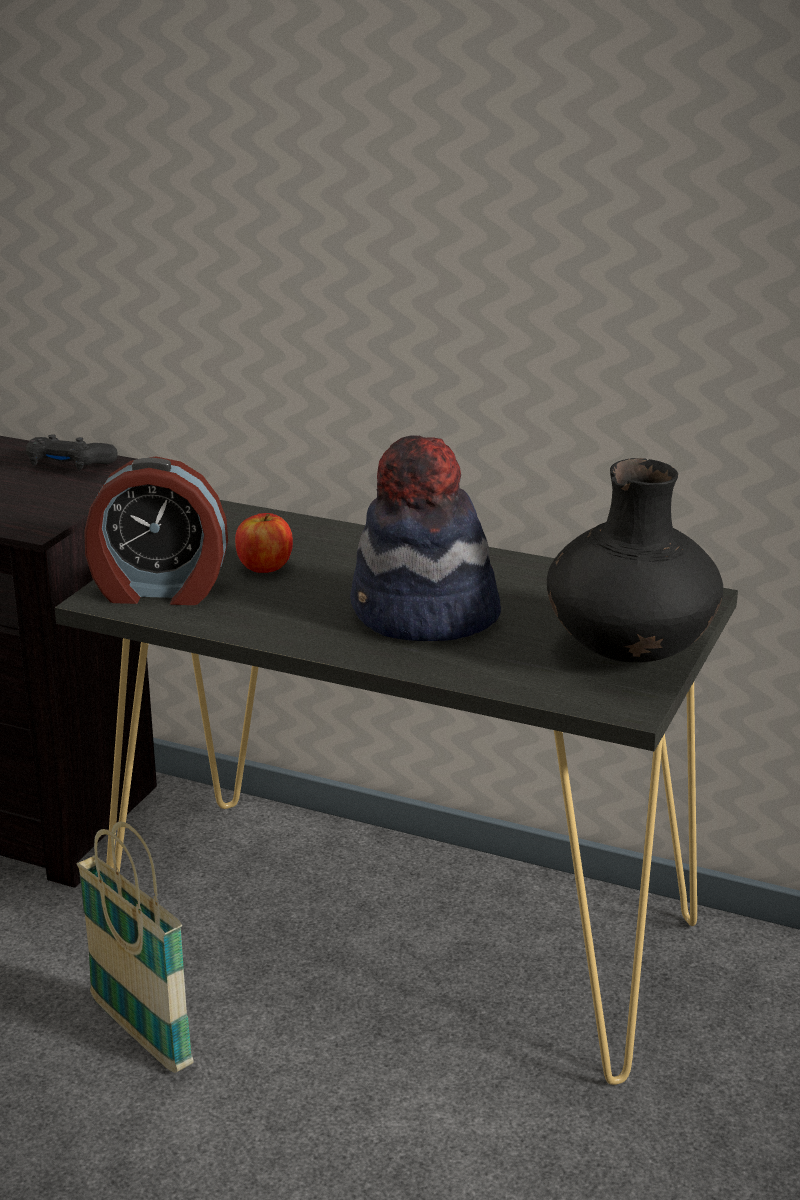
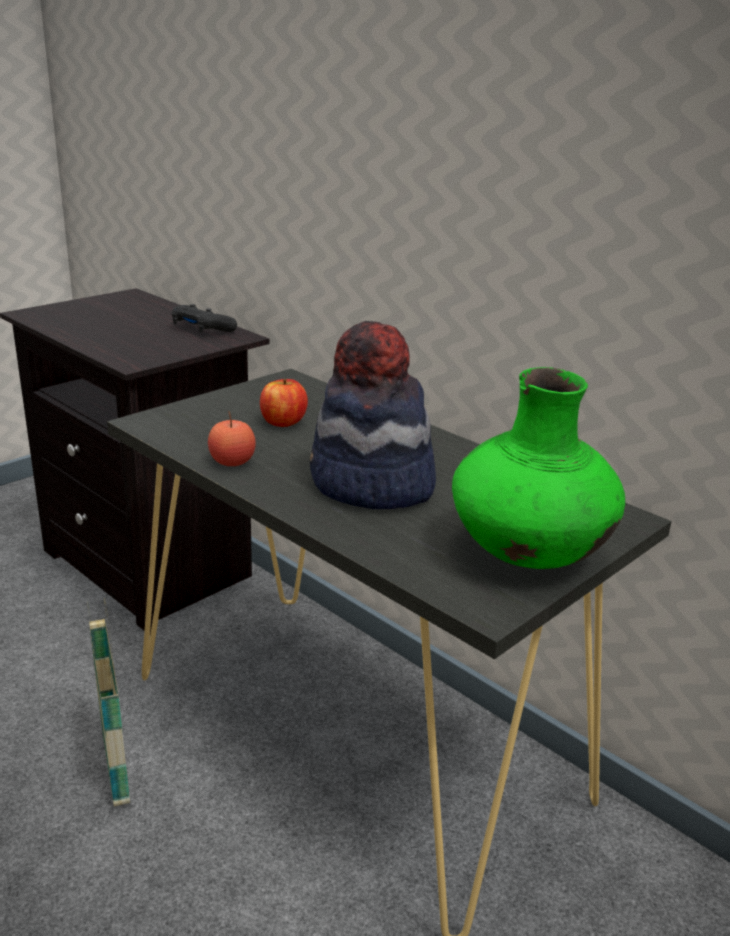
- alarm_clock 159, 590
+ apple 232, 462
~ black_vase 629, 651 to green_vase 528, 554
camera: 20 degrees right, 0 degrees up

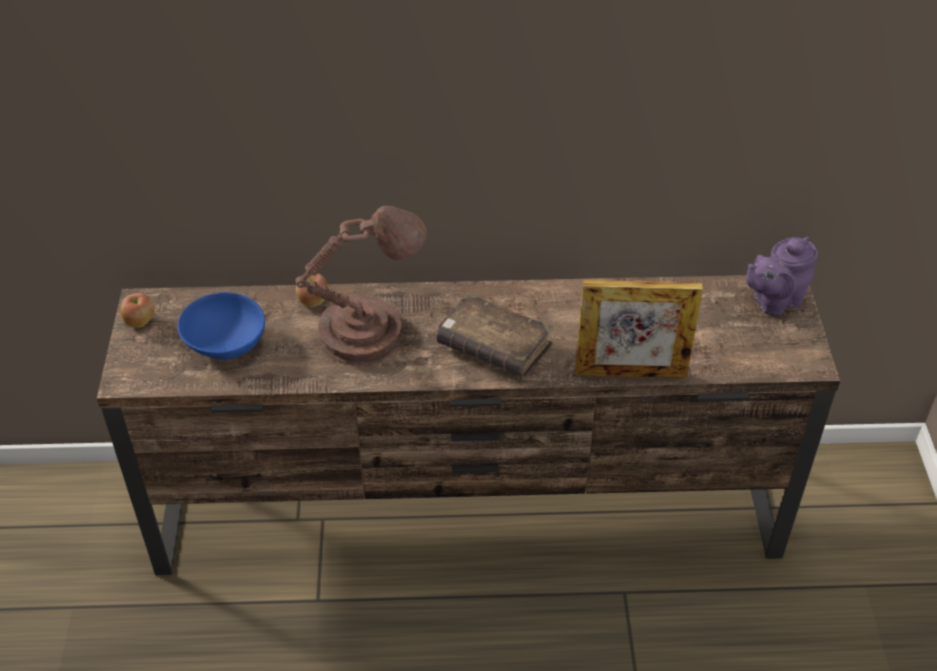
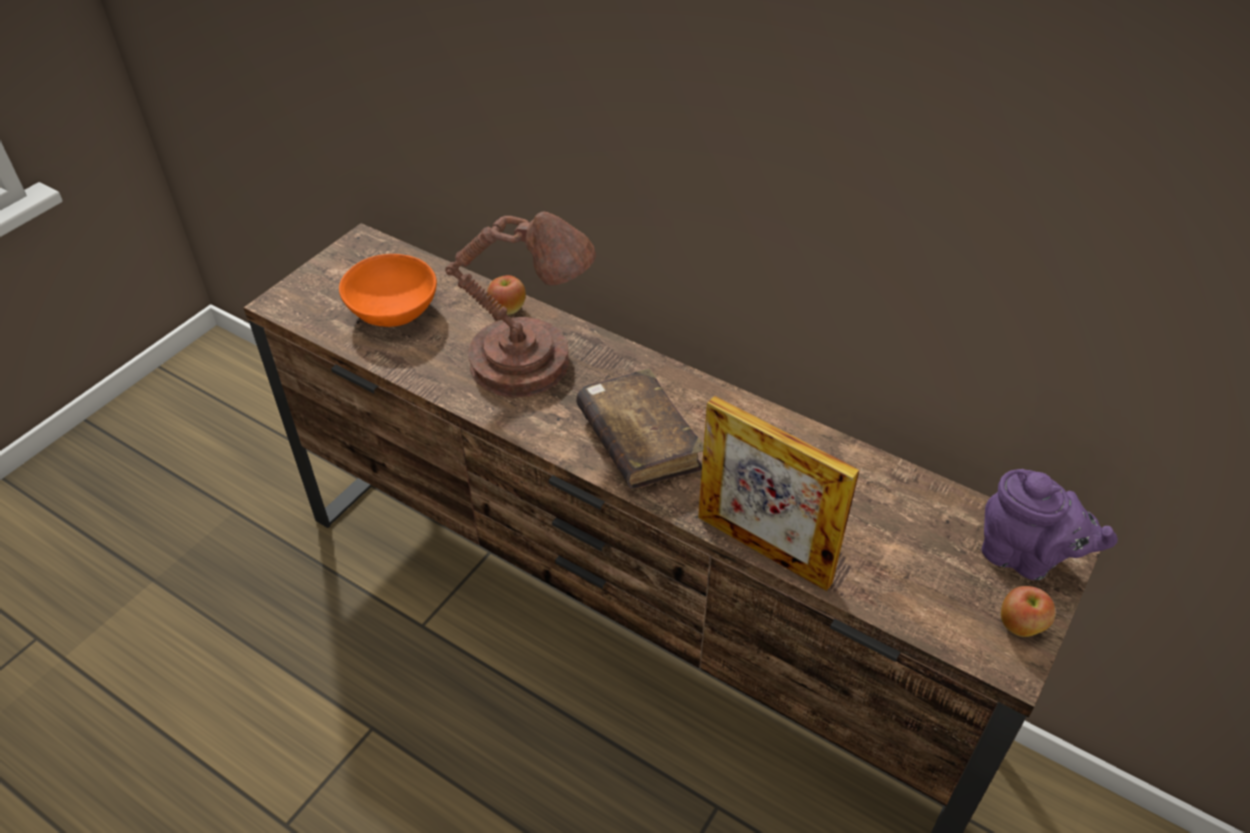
~ apple 140, 322 to 1020, 626
~ blue_bowl 226, 342 to orange_bowl 394, 310
~ purple_teapot 773, 301 = 1026, 558 150 degrees counterclockwise
camera: 35 degrees right, 0 degrees up

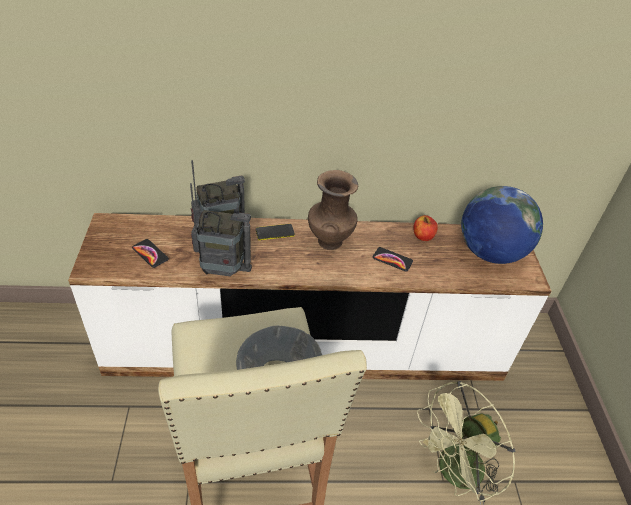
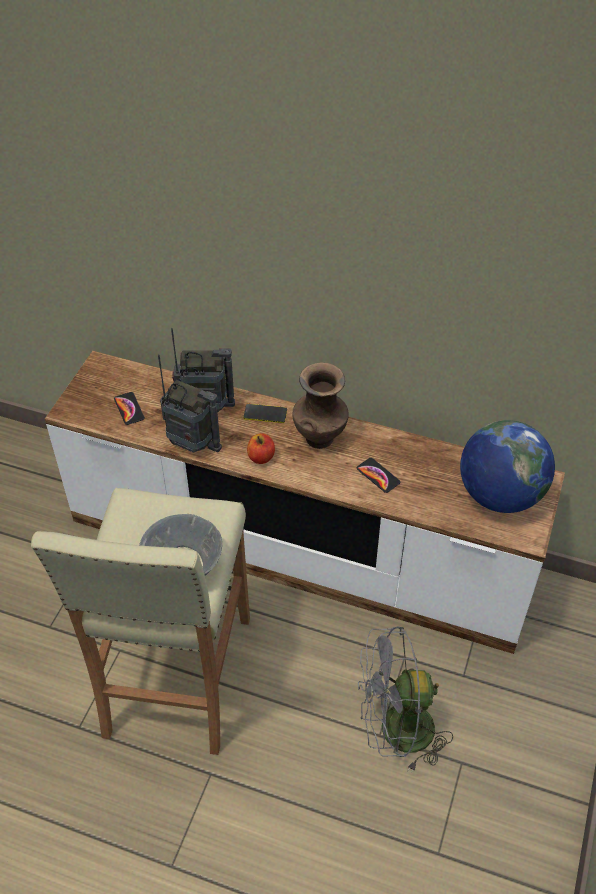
~ apple 423, 236 to 261, 457
~ green_fan 453, 473 to grey_fan 395, 732
camera: 25 degrees right, 5 degrees up

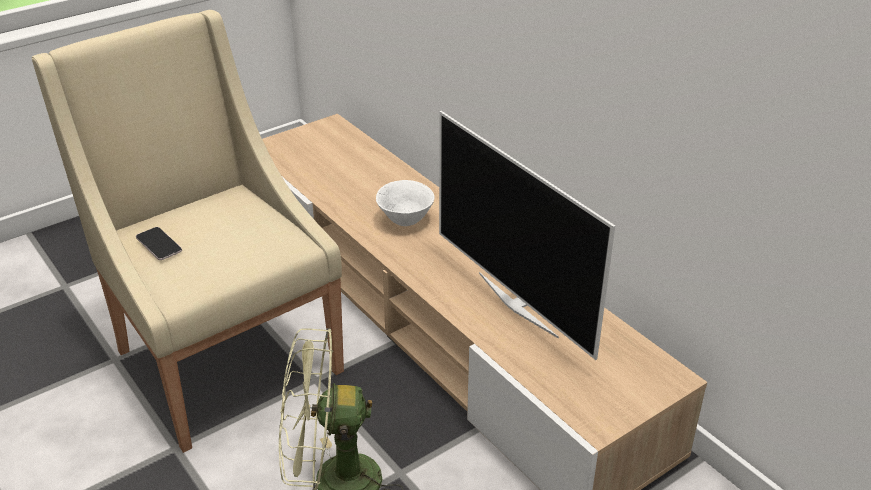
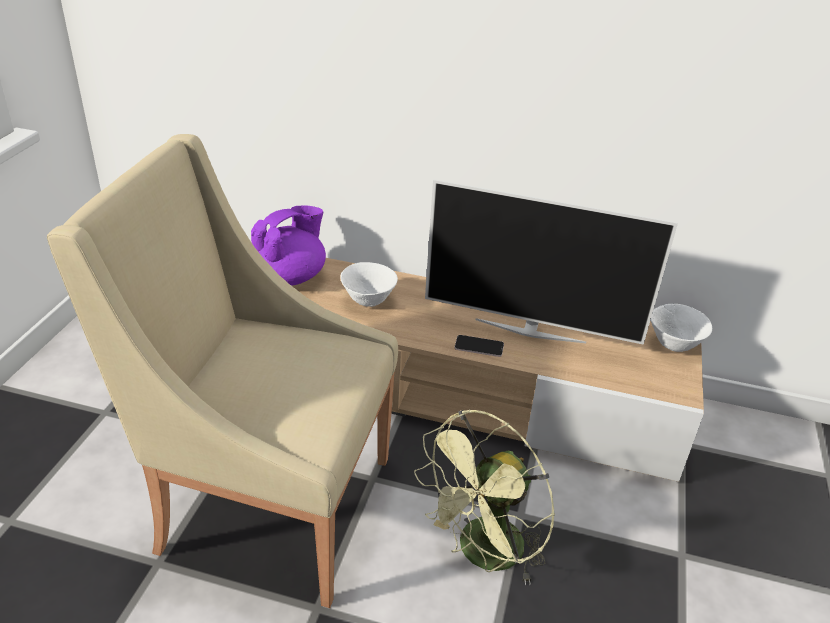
+ purple_teapot 290, 277
+ white_bowl 674, 345
~ phone 159, 244 to 479, 346
camera: 40 degrees left, 0 degrees up

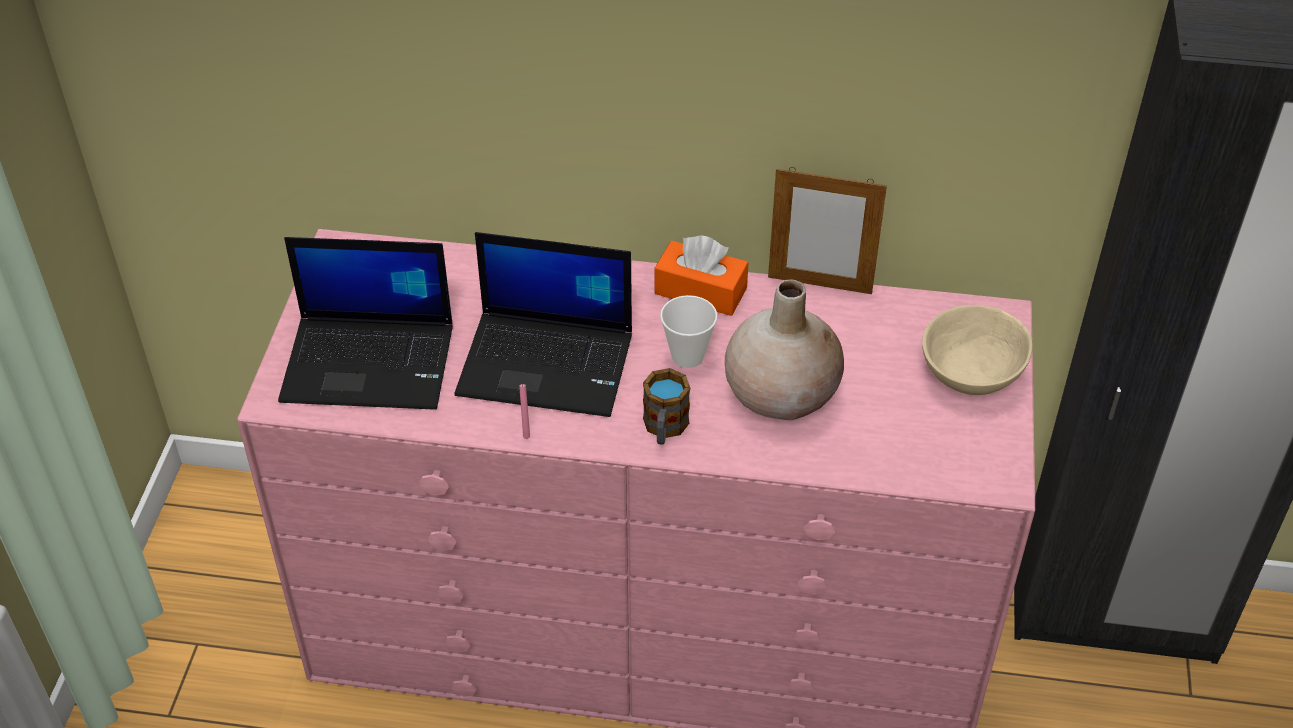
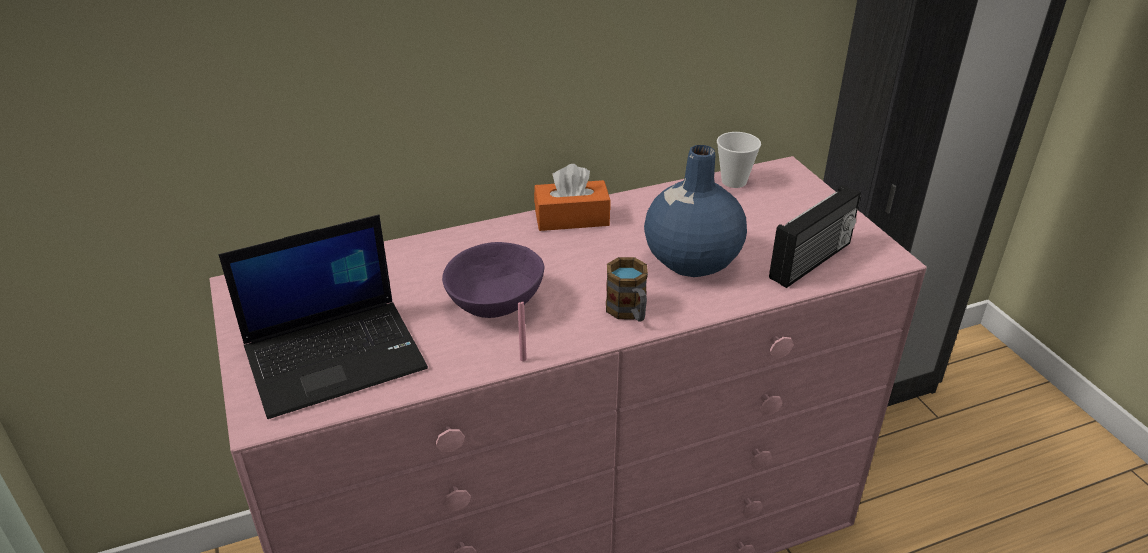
- picture_frame 819, 285
- beige_bowl 971, 372
+ radio 812, 261
~ cup 687, 356 to 734, 181
~ laptop 548, 363 to purple_bowl 496, 302
~ beige_vase 781, 393 to blue_vase 691, 259
camera: 30 degrees left, 10 degrees down

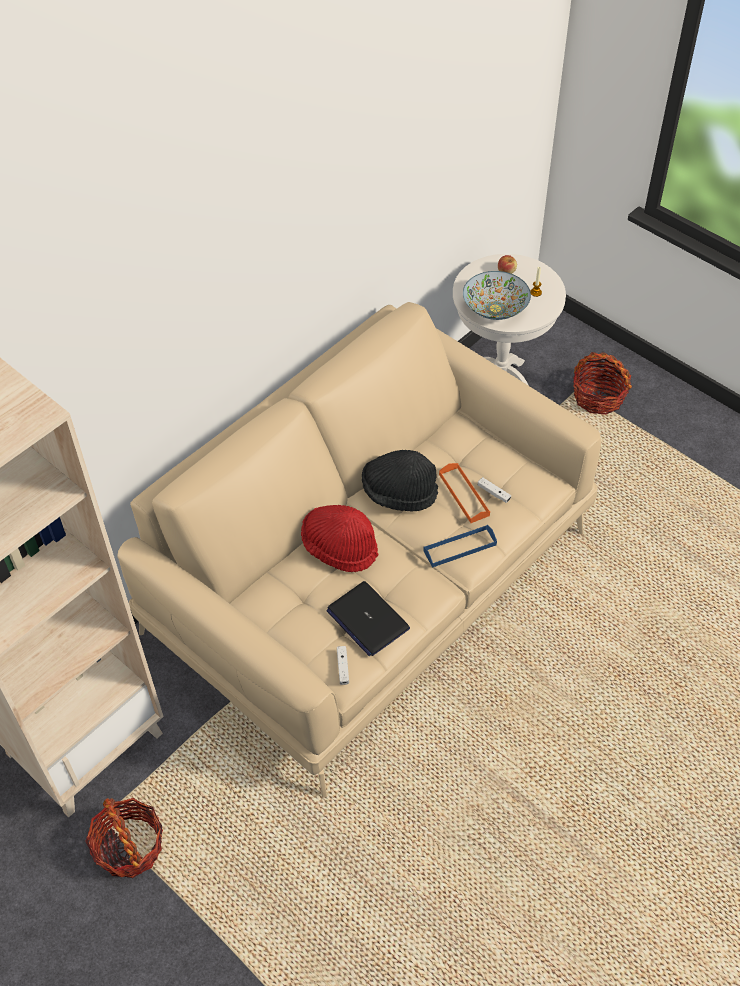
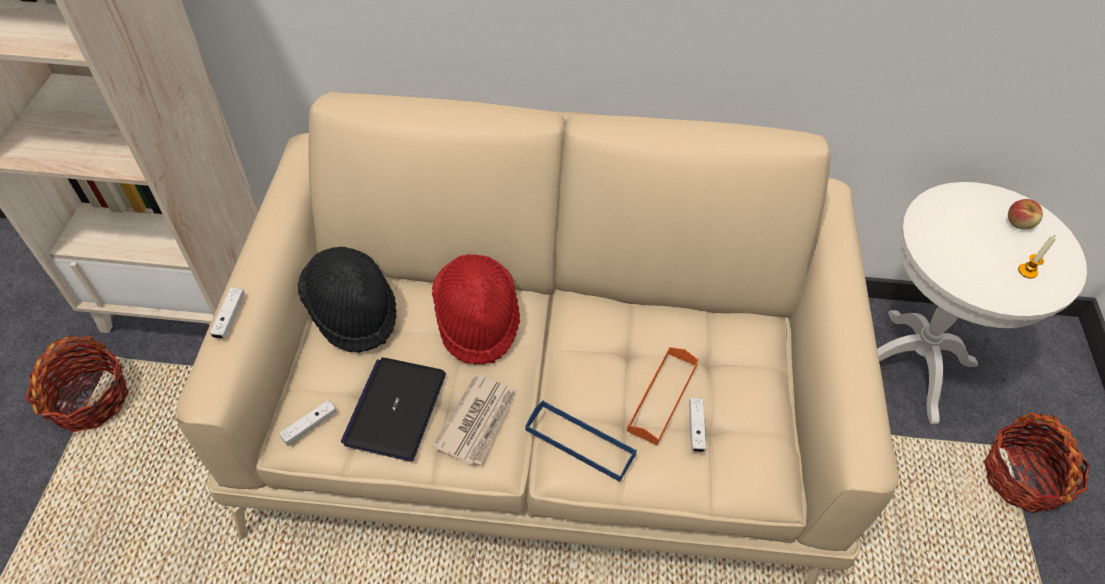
- bowl 495, 309
+ white_game_controller 230, 317
+ newspaper 478, 421
~ black_hat 399, 493 to 352, 311
camera: 50 degrees right, 0 degrees up

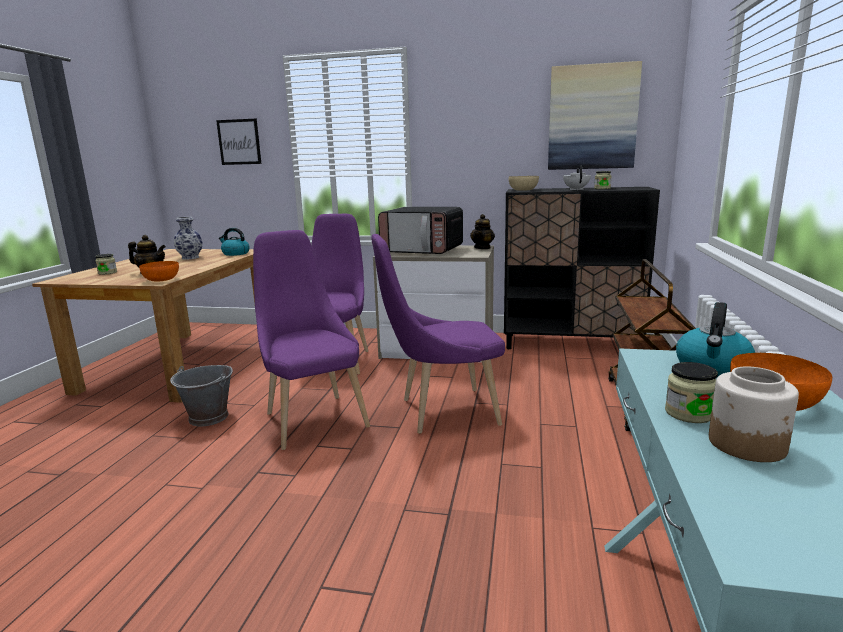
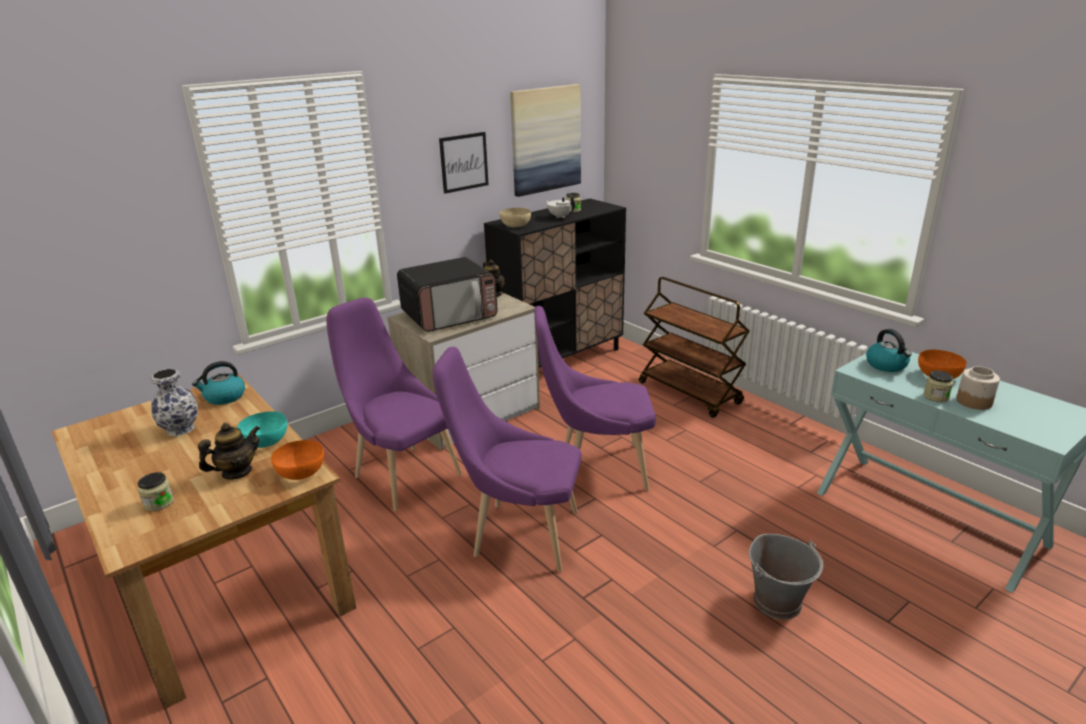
+ turquoise_bowl 266, 441
~ grey_bucket 209, 417 to 778, 602
~ picture 239, 142 to 464, 162
~ purple_chair 442, 412 = 596, 469 60 degrees clockwise
camera: 50 degrees left, 10 degrees up

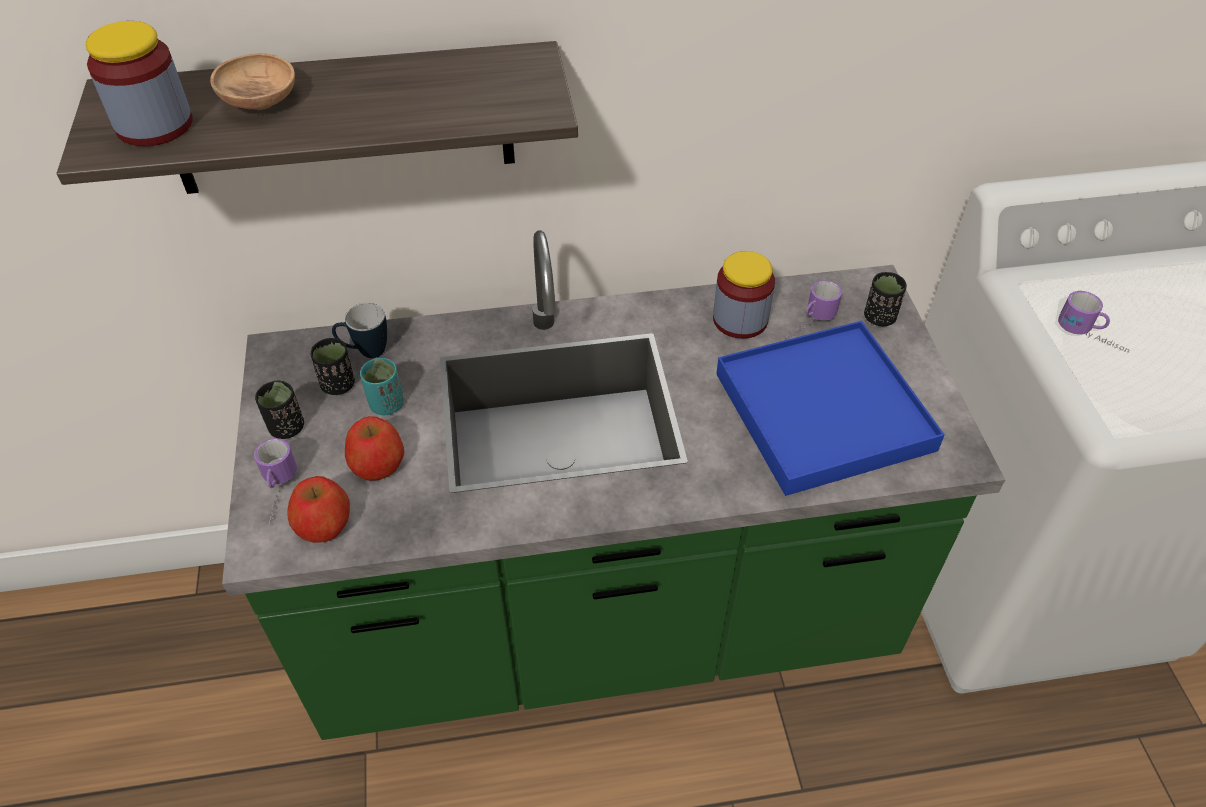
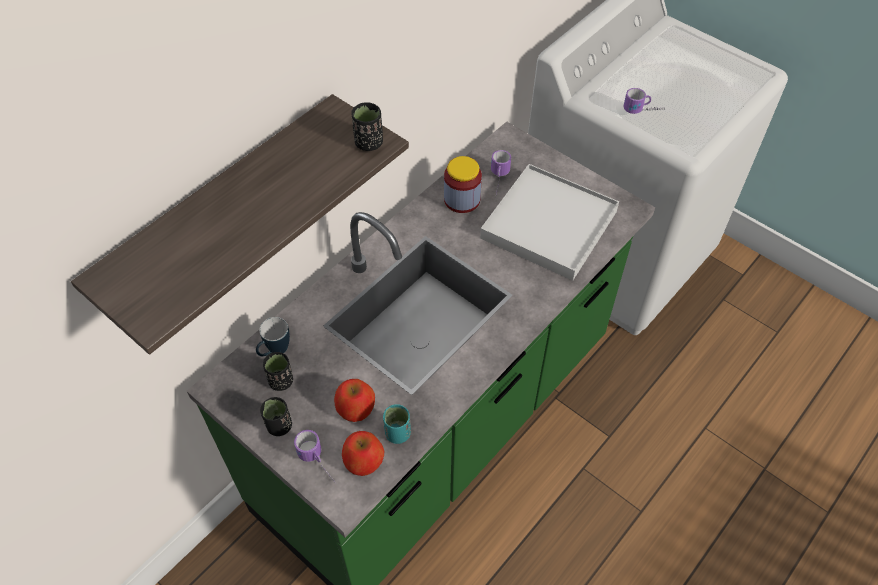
- jar 154, 125
- brown_bowl 260, 101
~ turquoise_cup 386, 404 to 397, 433
~ black_cup 879, 317 to 369, 143
~ blue_tray 823, 411 to white_tray 549, 224
camera: 40 degrees left, 5 degrees up

